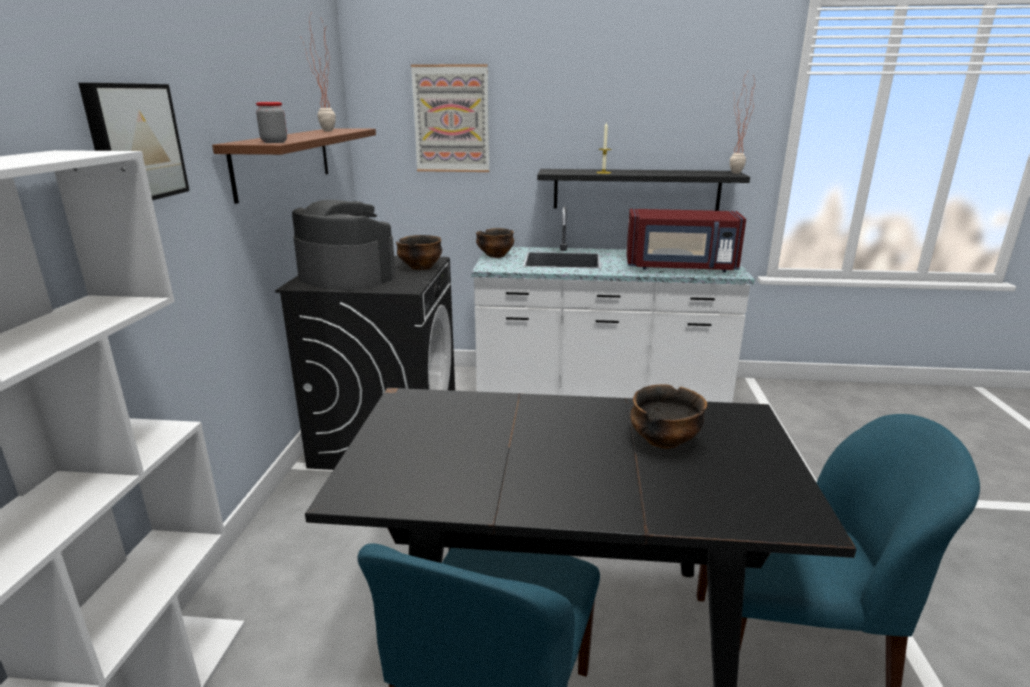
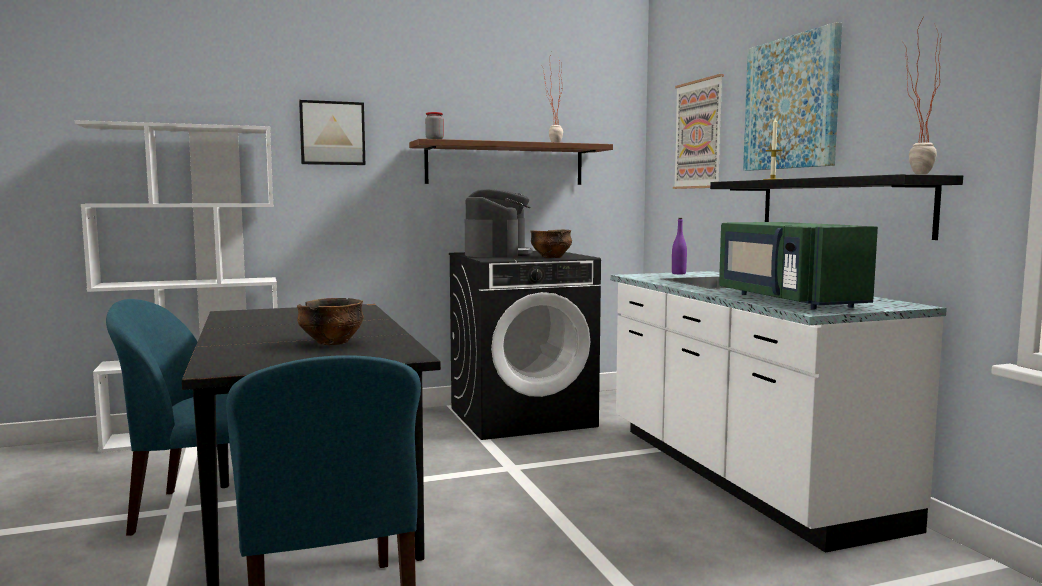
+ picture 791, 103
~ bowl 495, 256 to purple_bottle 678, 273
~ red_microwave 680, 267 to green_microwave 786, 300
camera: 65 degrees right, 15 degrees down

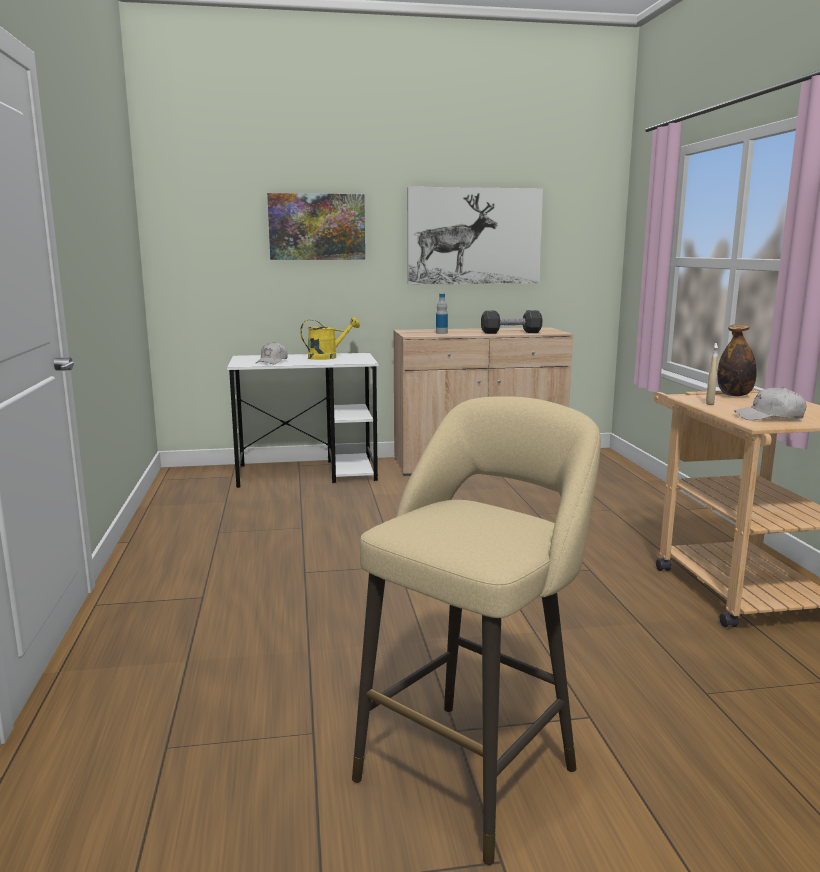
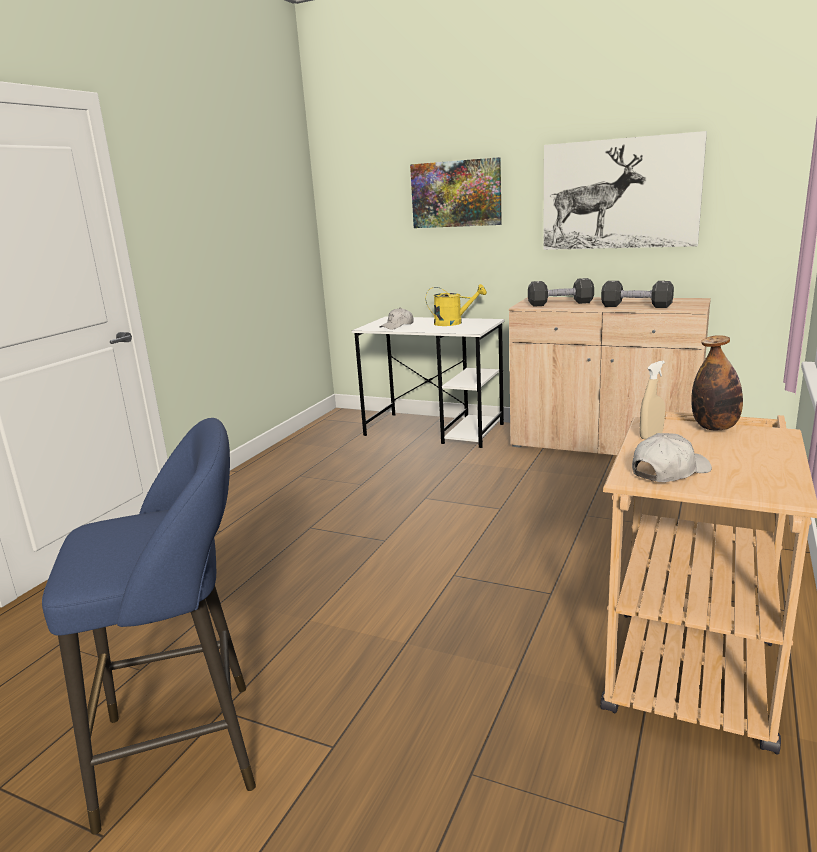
~ bottle 441, 333 to black_dumbbell 560, 304
~ beige_stool 473, 767 to blue_stool 190, 748
~ white_cap 769, 417 = 669, 471 105 degrees clockwise
camera: 35 degrees right, 5 degrees up

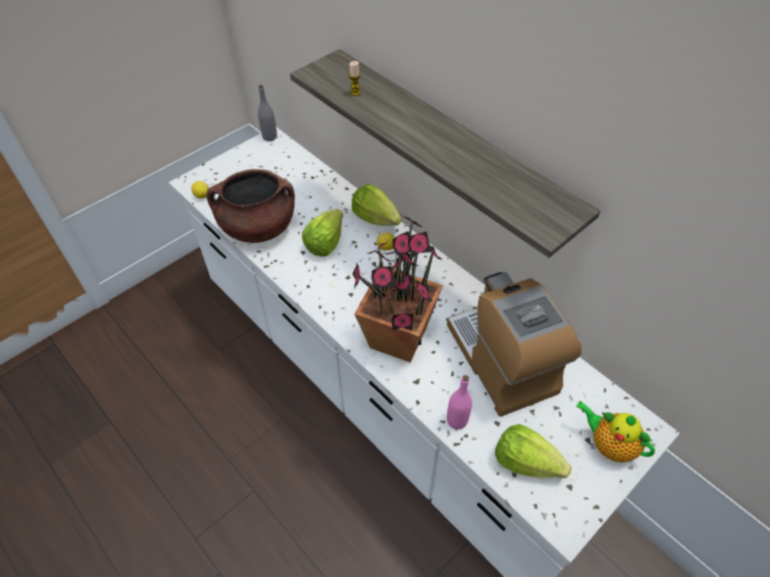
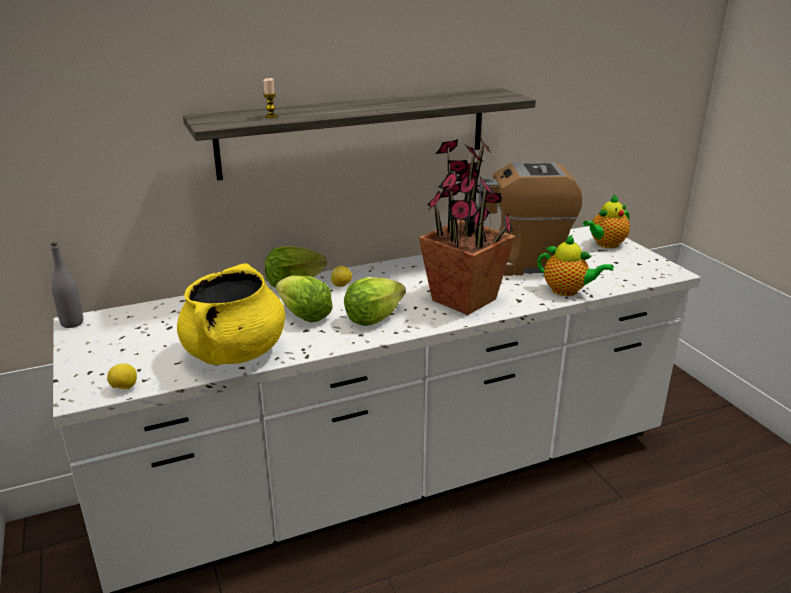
~ lettuce 525, 461 to 373, 318
~ pink_bottle 457, 420 to teapot 567, 291
~ brown_cooking_pot 258, 227 to yellow_cooking_pot 235, 353
camera: 70 degrees left, 25 degrees down

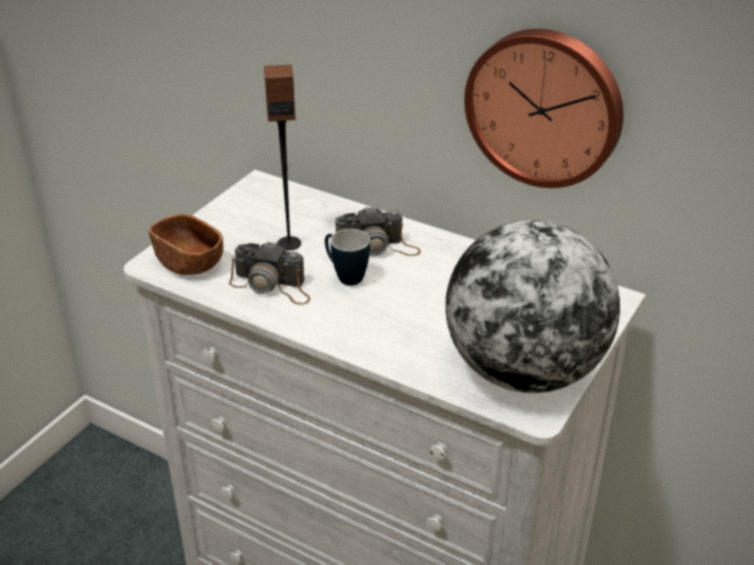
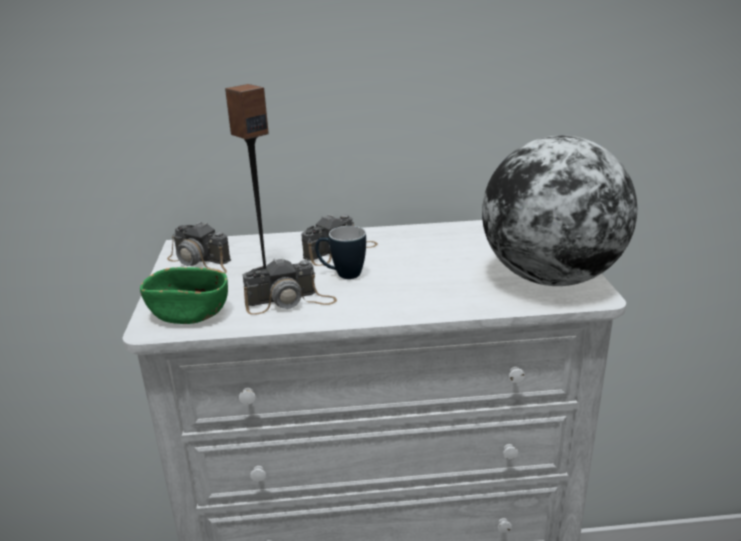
- wall_clock 545, 106
+ photo_camera 201, 262
~ brown_bowl 189, 262 to green_bowl 189, 314
camera: 35 degrees left, 10 degrees down

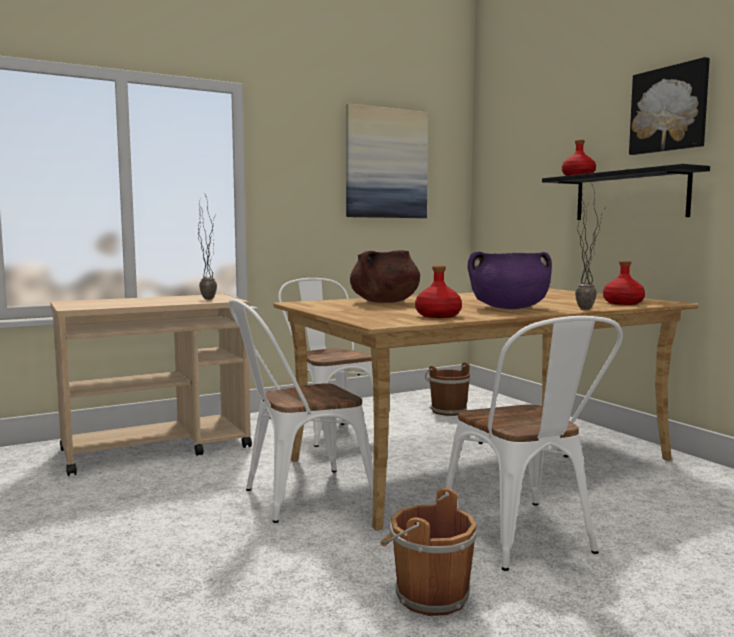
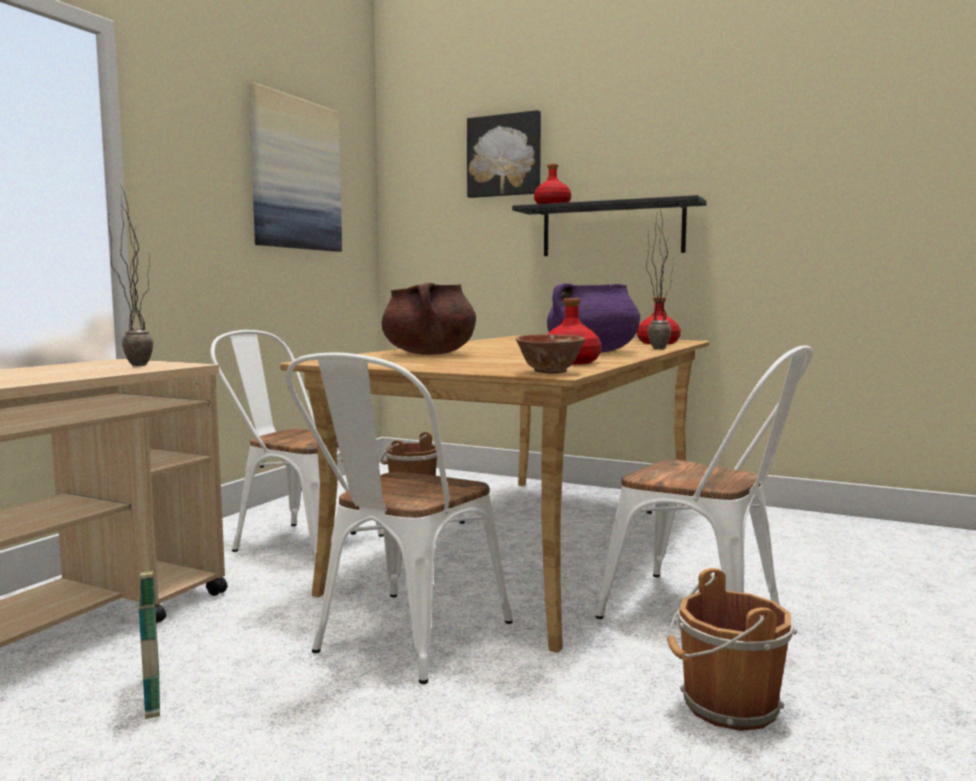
+ basket 152, 695
+ bowl 550, 372
~ picture 669, 109 to 504, 156
camera: 35 degrees left, 0 degrees up

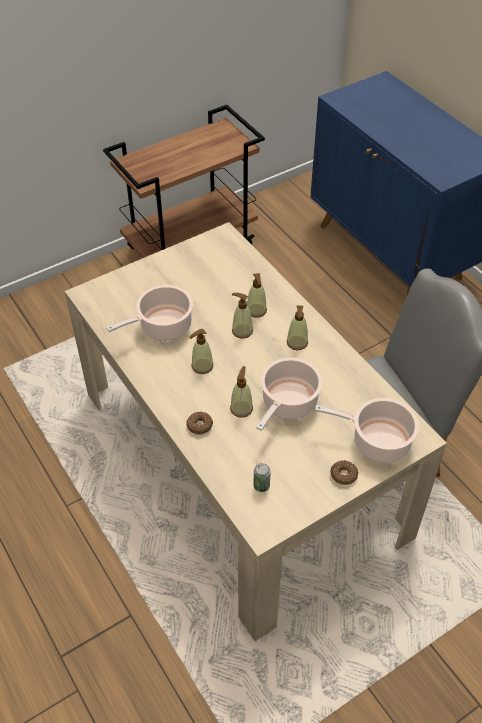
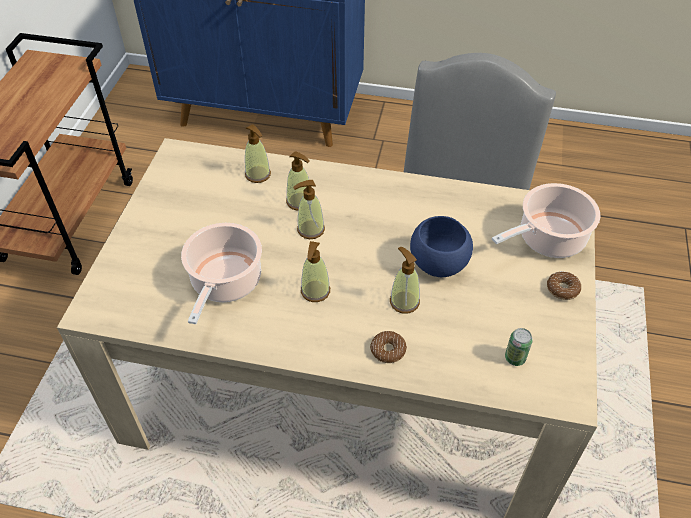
~ soap_dispenser 297, 343 to 258, 175
~ cooking_pot 287, 404 to blue_bowl 438, 265
camera: 45 degrees left, 0 degrees up

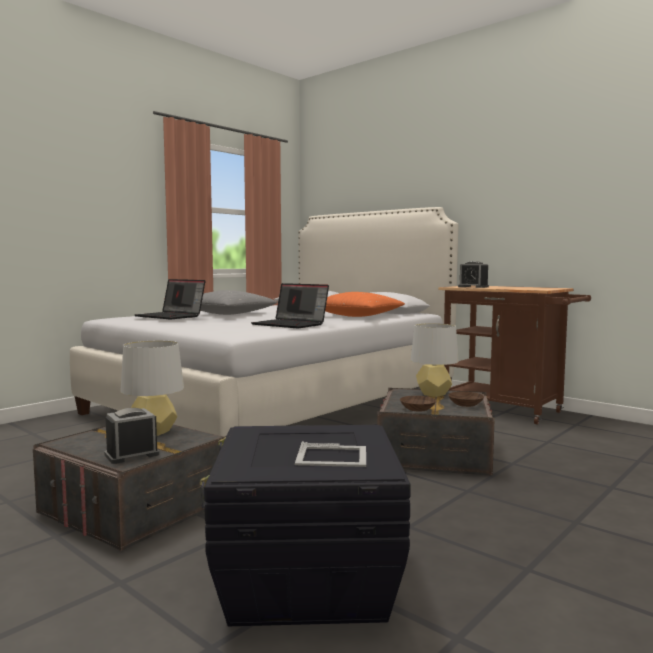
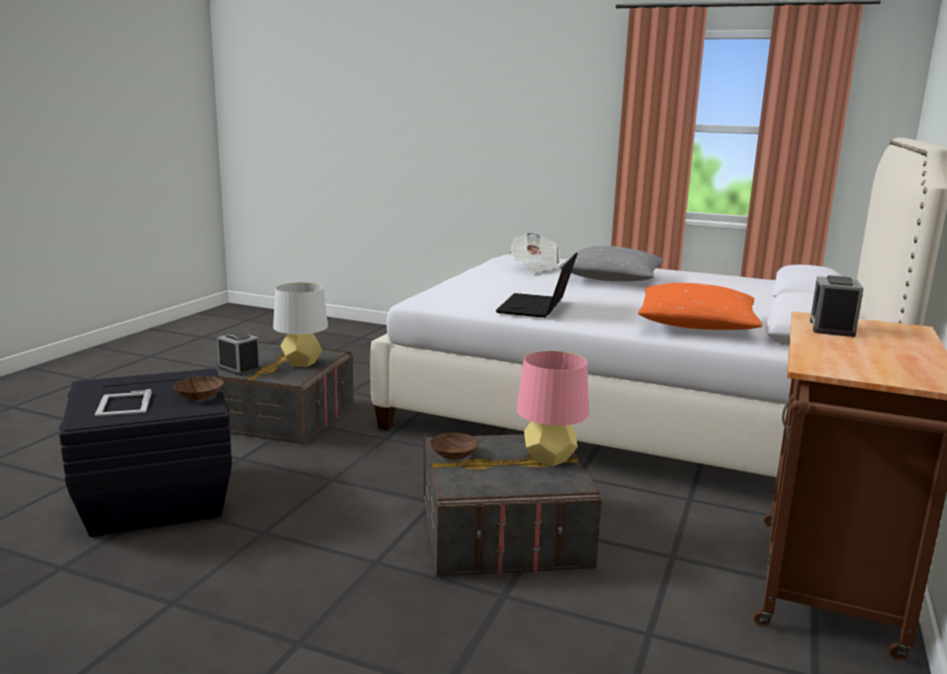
~ brown_bowl 466, 404 to 200, 396
~ laptop 171, 316 to newspaper 534, 267
~ grey_table_lamp 433, 394 to pink_table_lamp 549, 459
camera: 70 degrees right, 10 degrees up

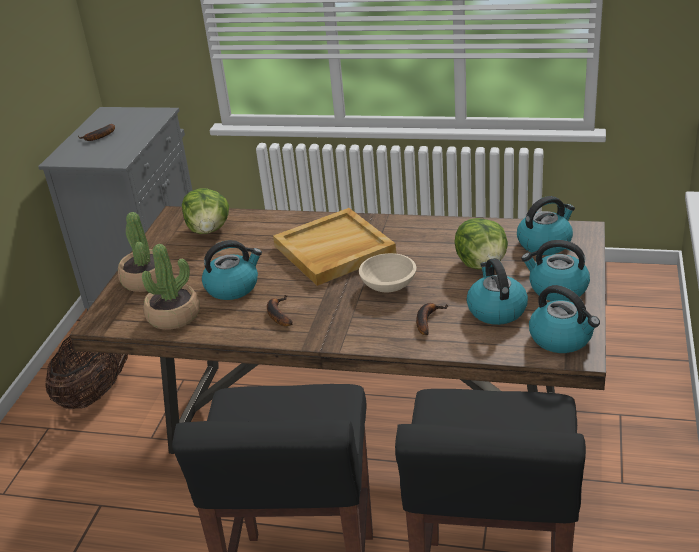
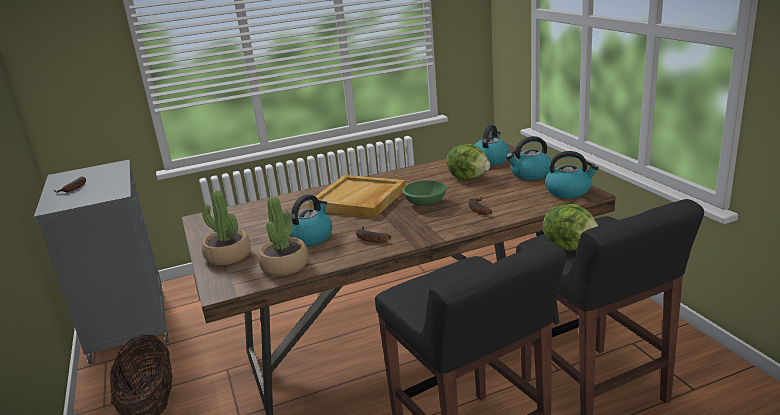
- kettle 496, 310
~ lettuce 209, 230 to 570, 246
~ beige_bowl 388, 285 to green_bowl 424, 203
camera: 35 degrees left, 10 degrees down

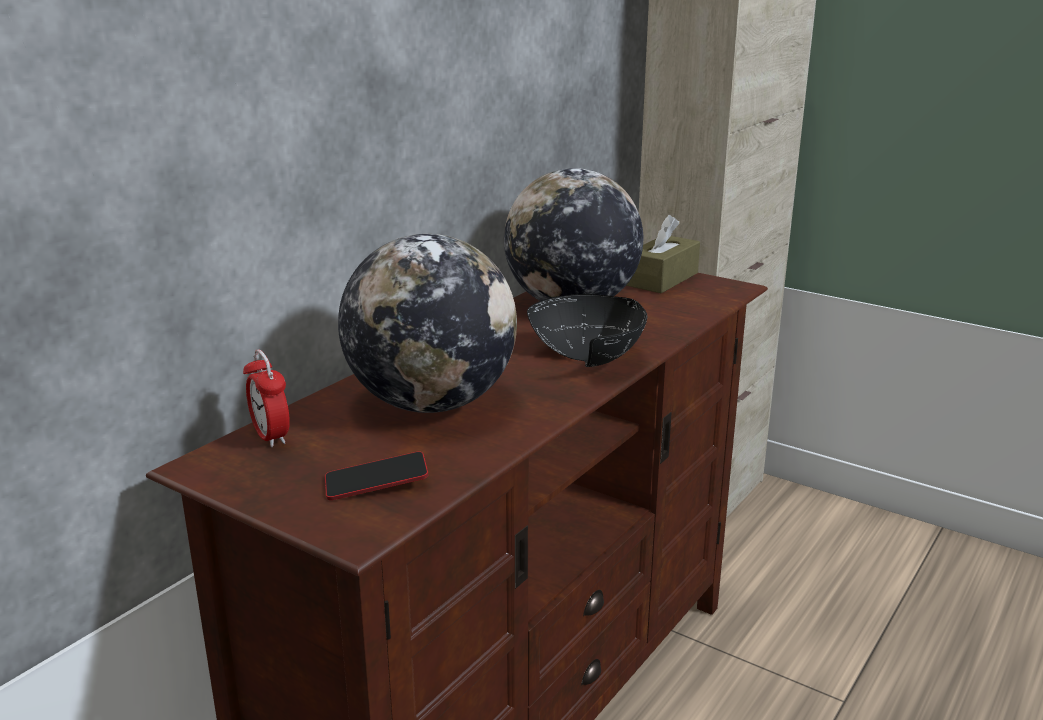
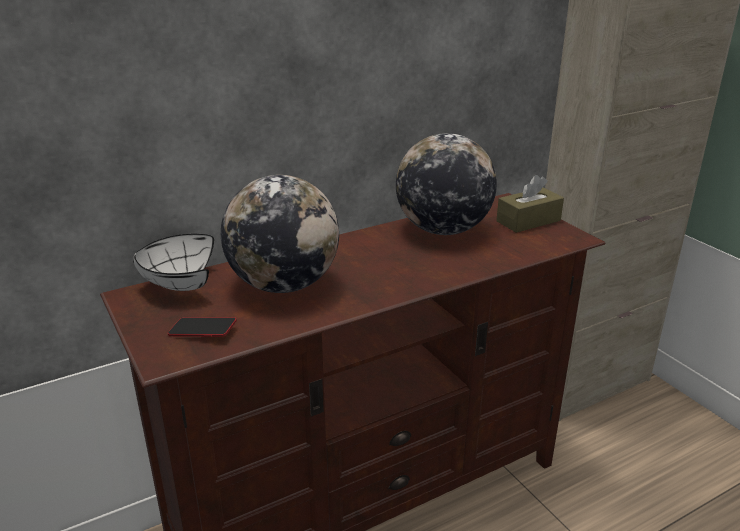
- black_bowl 594, 357
~ alarm_clock 270, 437 to white_bowl 177, 286
camera: 25 degrees right, 5 degrees up

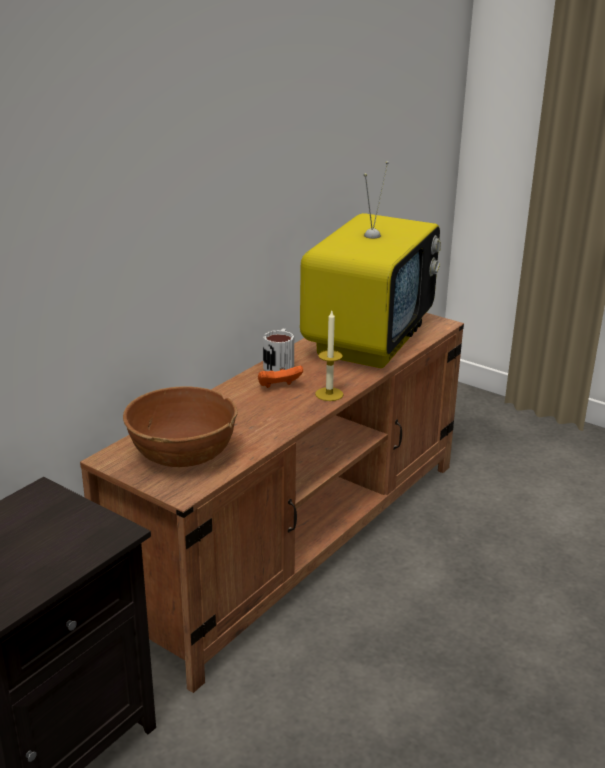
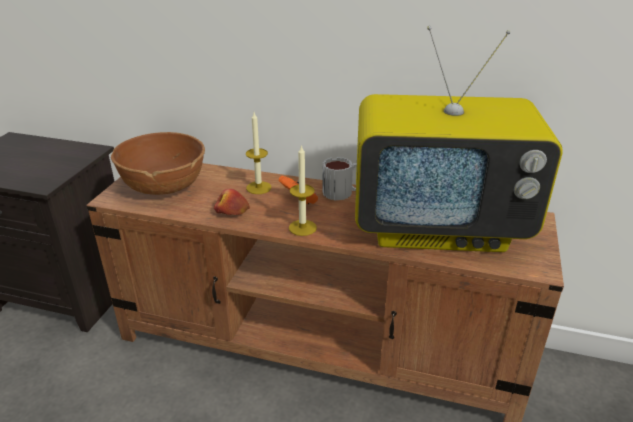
+ apple 232, 212
+ candle 258, 187
camera: 70 degrees right, 5 degrees up

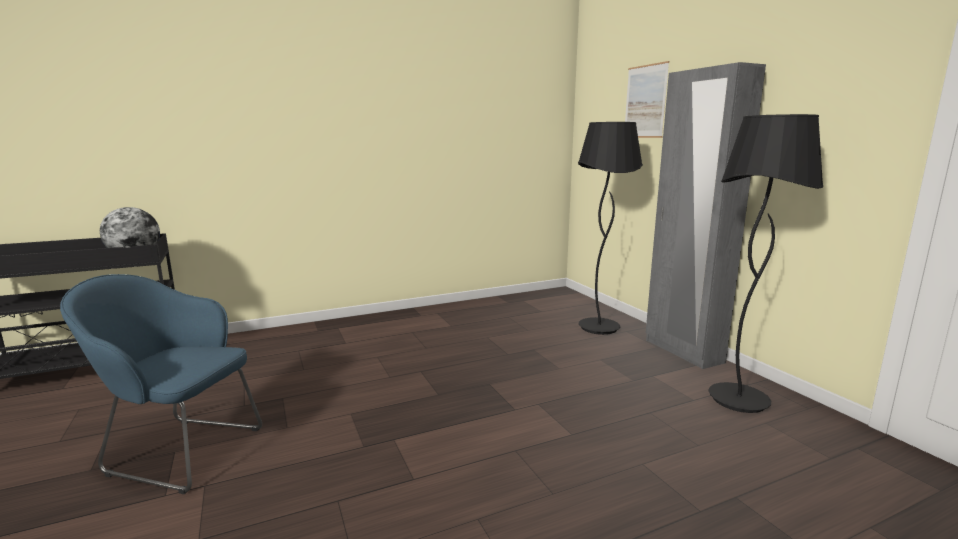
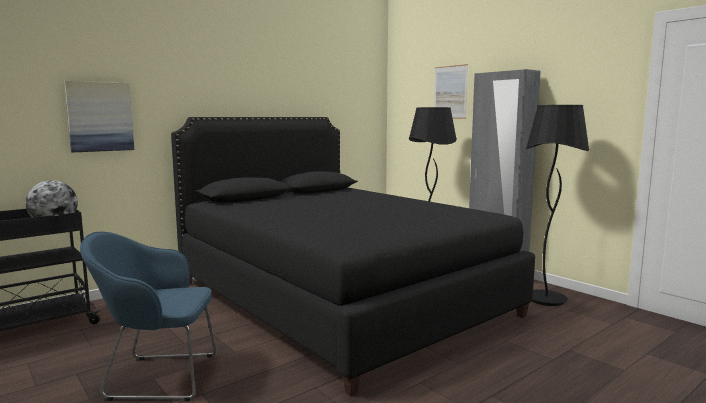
+ picture 100, 117
+ black_bed 339, 298
camera: 15 degrees left, 5 degrees down

